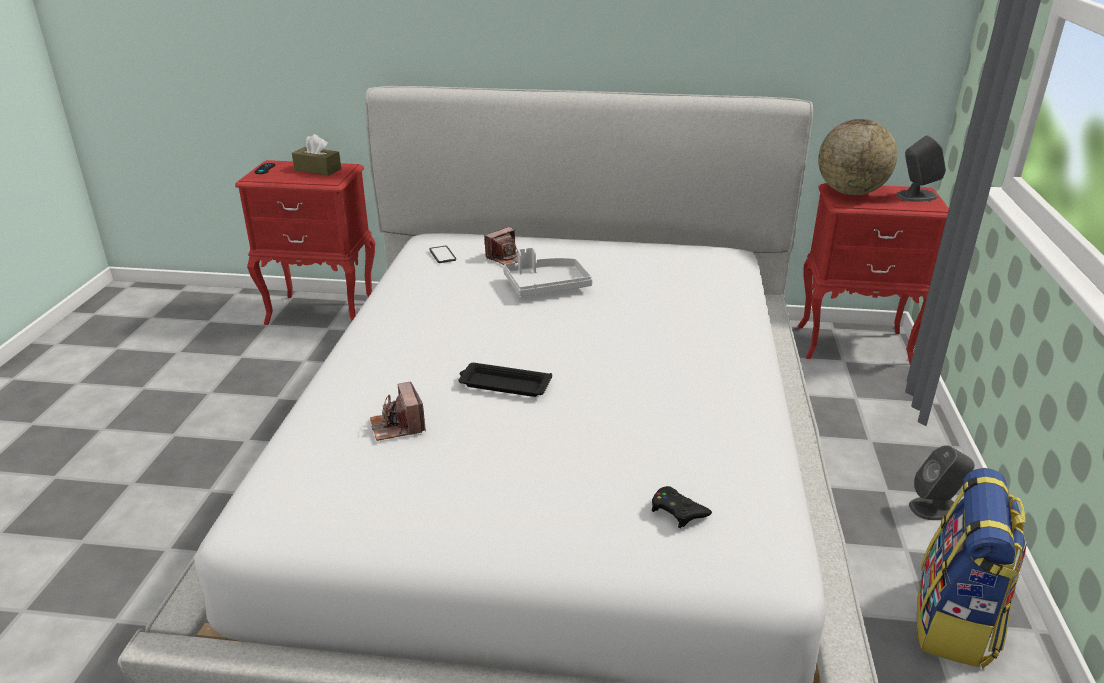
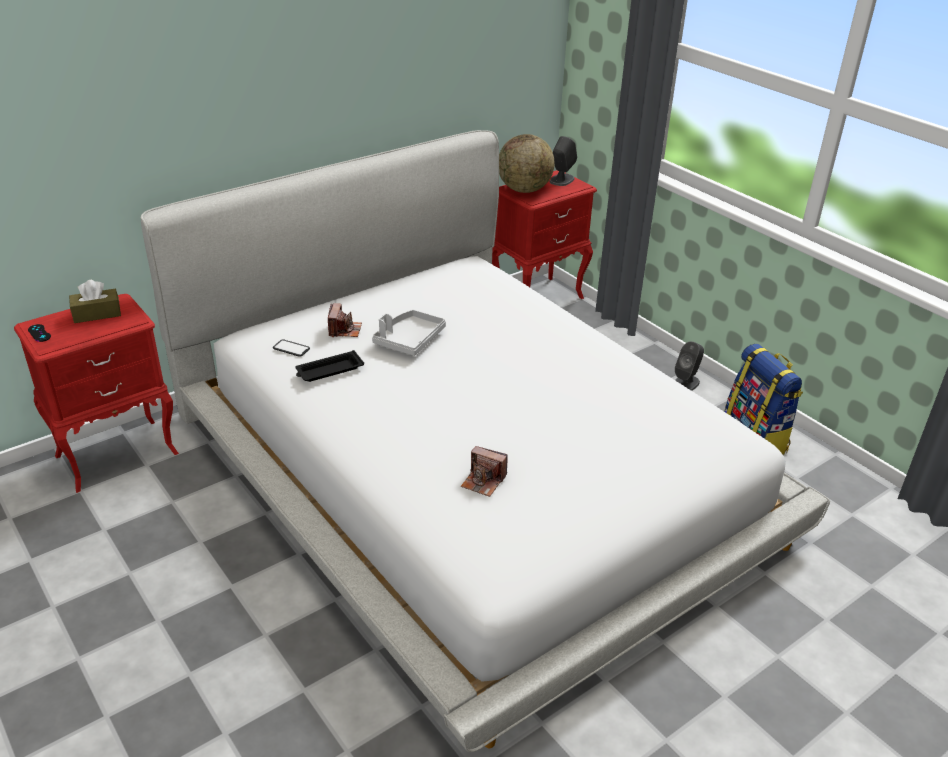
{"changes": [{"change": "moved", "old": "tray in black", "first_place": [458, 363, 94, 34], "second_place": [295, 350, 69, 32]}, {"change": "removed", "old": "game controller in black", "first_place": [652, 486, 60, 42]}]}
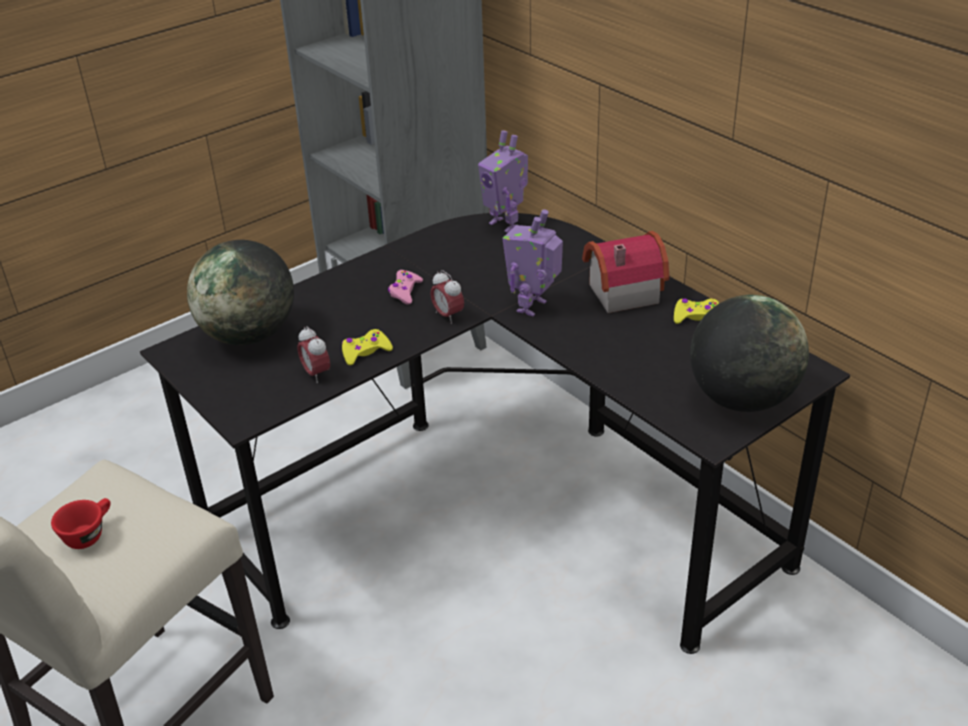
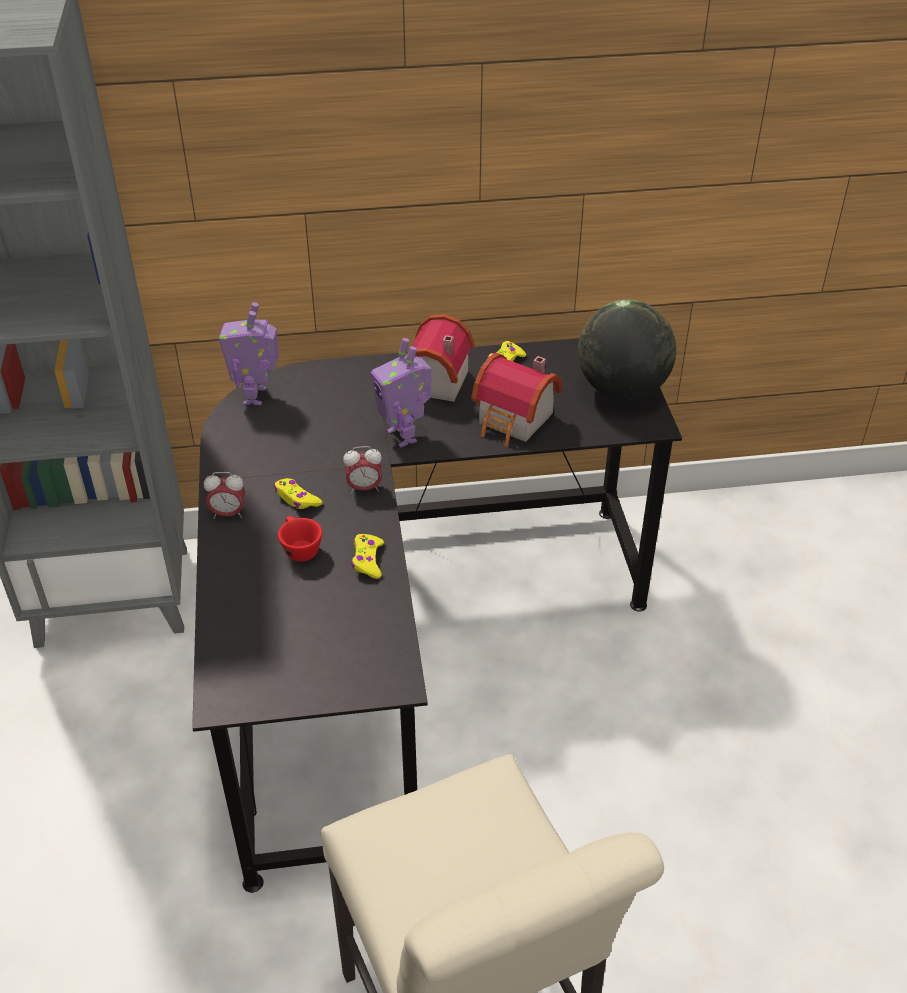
{"changes": [{"change": "turned", "old": "toy robot", "first_place": [478, 130, 50, 103], "second_place": [219, 302, 60, 103], "degrees": 105}, {"change": "removed", "old": "globe", "first_place": [187, 240, 107, 105]}, {"change": "recoloured", "old": "game controller in pink", "new": "game controller in yellow", "first_place": [388, 270, 35, 35], "second_place": [274, 478, 48, 31]}, {"change": "moved", "old": "alarm clock", "first_place": [297, 326, 33, 57], "second_place": [204, 472, 41, 47]}, {"change": "moved", "old": "cup in red", "first_place": [51, 498, 60, 51], "second_place": [278, 516, 44, 46]}, {"change": "added", "new": "toy house", "second_place": [471, 353, 92, 93]}]}
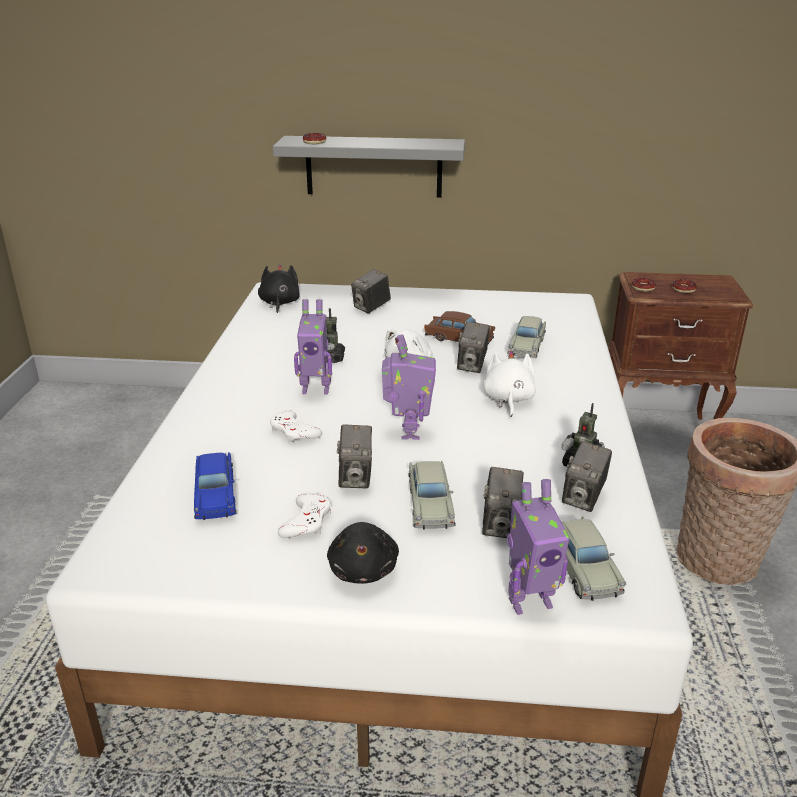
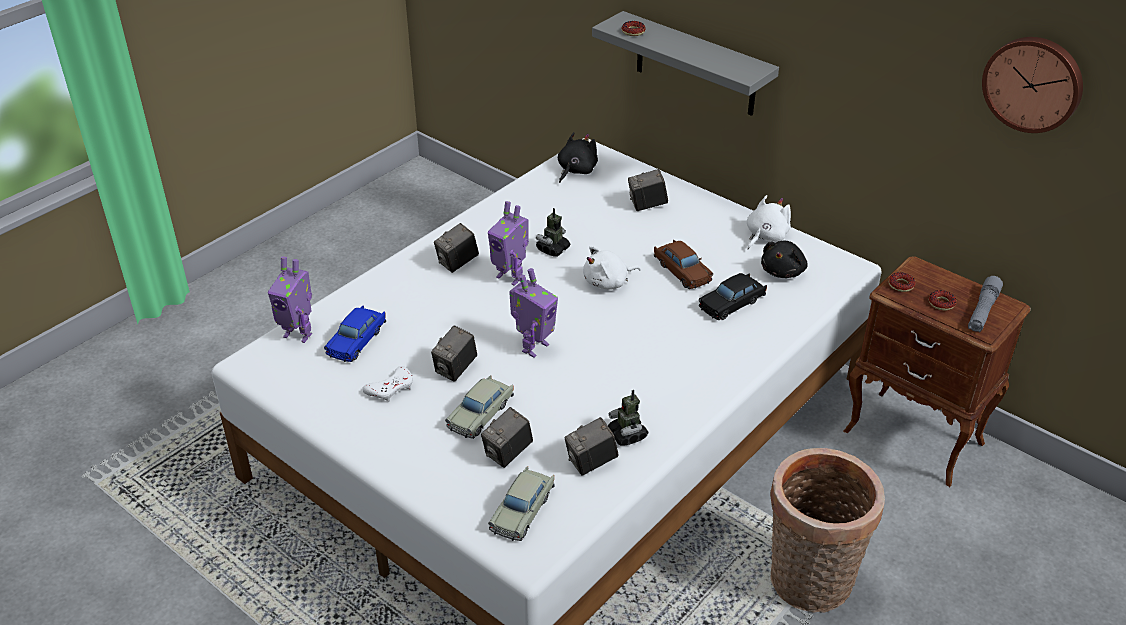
{"changes": [{"change": "recoloured", "old": "toy car in beige", "new": "toy car in black", "first_place": [507, 316, 39, 42], "second_place": [699, 273, 68, 47]}, {"change": "moved", "old": "photo camera", "first_place": [457, 322, 33, 51], "second_place": [434, 223, 45, 50]}, {"change": "moved", "old": "plush toy in white", "first_place": [483, 350, 53, 67], "second_place": [747, 195, 44, 55]}, {"change": "removed", "old": "game controller in white", "first_place": [270, 410, 52, 33]}, {"change": "moved", "old": "toy robot", "first_place": [507, 479, 63, 136], "second_place": [268, 256, 44, 87]}, {"change": "moved", "old": "plush toy in black", "first_place": [327, 522, 72, 62], "second_place": [761, 241, 47, 37]}, {"change": "added", "new": "wall clock", "second_place": [982, 37, 101, 96]}, {"change": "added", "new": "flashlight in grey", "second_place": [968, 276, 35, 56]}]}
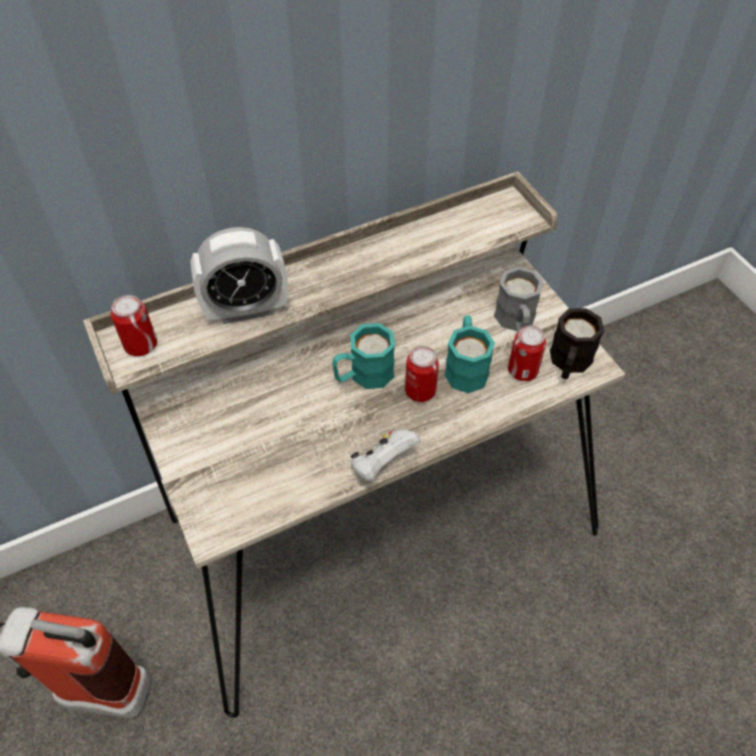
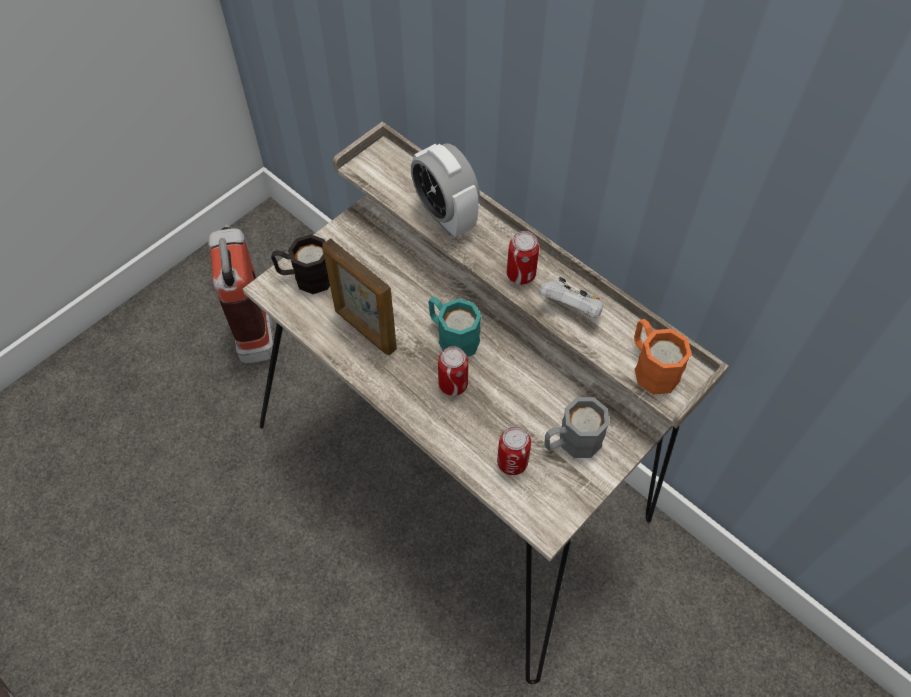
{"changes": [{"change": "moved", "old": "can", "first_place": [111, 295, 46, 61], "second_place": [507, 231, 32, 53]}, {"change": "moved", "old": "mug in black", "first_place": [550, 308, 54, 71], "second_place": [271, 234, 59, 60]}, {"change": "removed", "old": "mug in turquoise", "first_place": [444, 315, 51, 78]}, {"change": "moved", "old": "game controller in white", "first_place": [351, 430, 69, 51], "second_place": [539, 277, 64, 41]}, {"change": "added", "new": "picture frame", "second_place": [323, 238, 74, 117]}, {"change": "added", "new": "mug in orange", "second_place": [634, 319, 58, 76]}]}
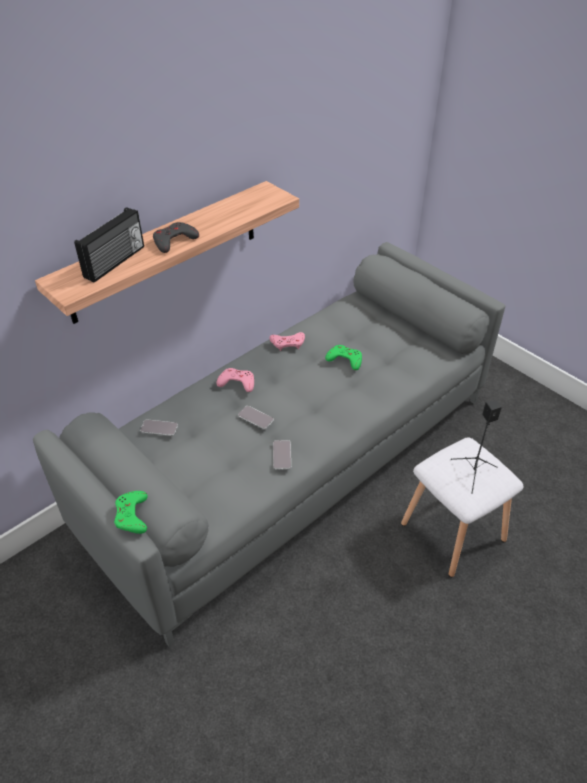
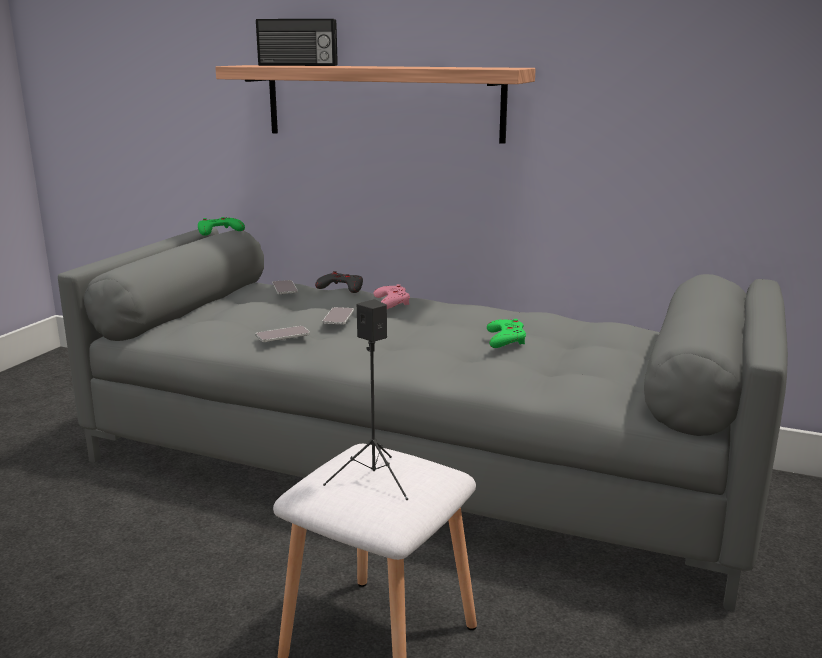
{"changes": [{"change": "moved", "old": "game controller in grey", "first_place": [153, 222, 46, 31], "second_place": [315, 271, 48, 22]}, {"change": "removed", "old": "game controller in pink", "first_place": [269, 332, 36, 19]}, {"change": "moved", "old": "game controller in green", "first_place": [114, 491, 34, 43], "second_place": [198, 217, 47, 19]}]}
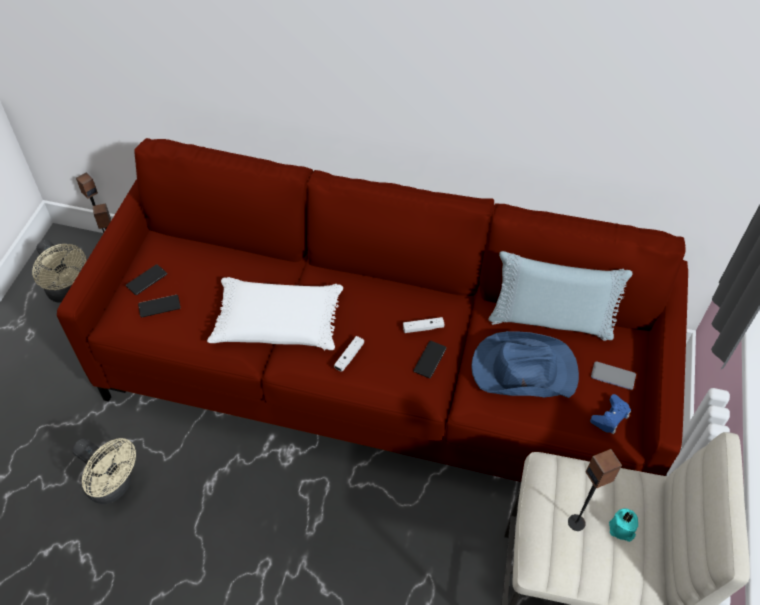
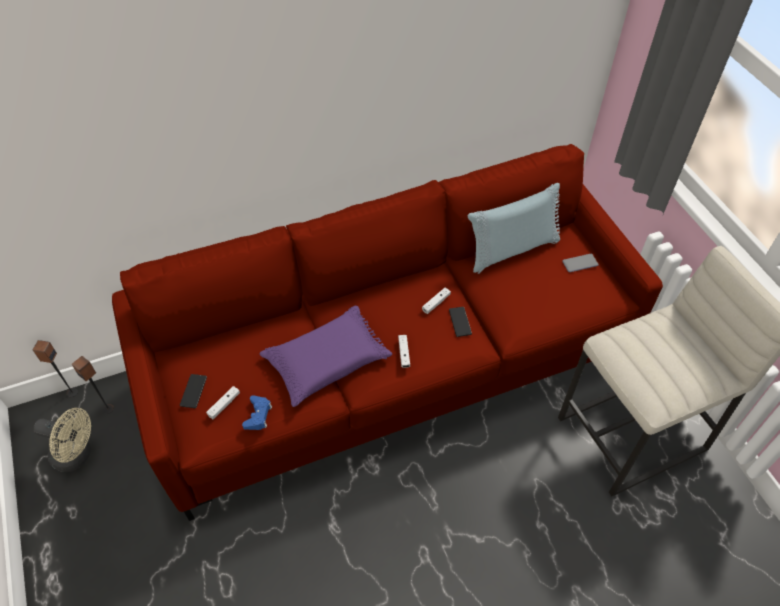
{"changes": [{"change": "recoloured", "old": "pillow in white", "new": "pillow in purple", "first_place": [207, 277, 136, 73], "second_place": [260, 306, 132, 101]}, {"change": "replaced", "old": "phone", "new": "game controller in white", "first_place": [138, 295, 43, 22], "second_place": [206, 386, 34, 33]}, {"change": "removed", "old": "hat in blue", "first_place": [471, 331, 108, 67]}, {"change": "moved", "old": "game controller in blue", "first_place": [590, 394, 41, 40], "second_place": [242, 395, 30, 35]}, {"change": "removed", "old": "fan in beige", "first_place": [72, 438, 64, 66]}, {"change": "removed", "old": "speaker", "first_place": [568, 449, 54, 82]}, {"change": "removed", "old": "candle in turquoise", "first_place": [609, 508, 29, 34]}]}
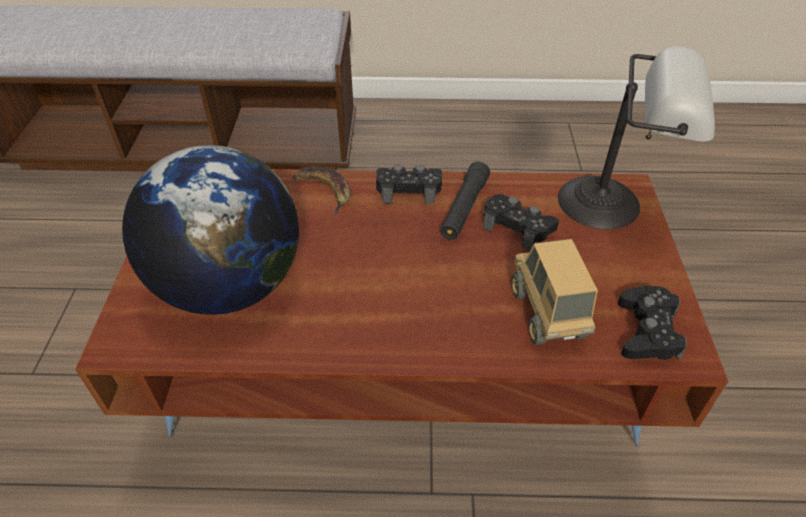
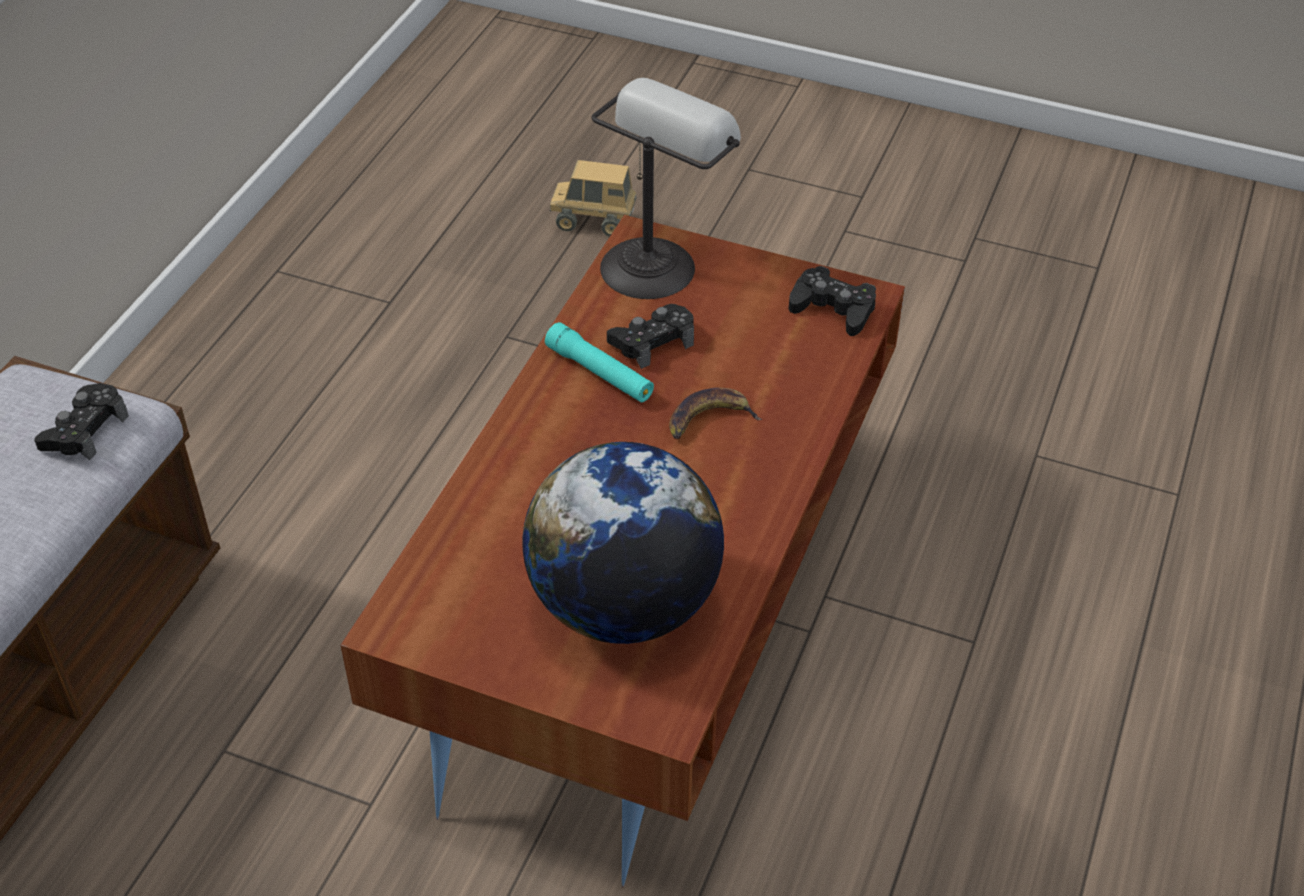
{"changes": [{"change": "recoloured", "old": "flashlight in black", "new": "flashlight in turquoise", "first_place": [440, 161, 50, 79], "second_place": [545, 322, 109, 80]}, {"change": "moved", "old": "game controller in black", "first_place": [376, 164, 66, 40], "second_place": [34, 383, 95, 77]}, {"change": "moved", "old": "banana", "first_place": [292, 167, 59, 49], "second_place": [669, 387, 93, 52]}, {"change": "moved", "old": "toy truck", "first_place": [511, 239, 87, 106], "second_place": [550, 160, 86, 77]}]}
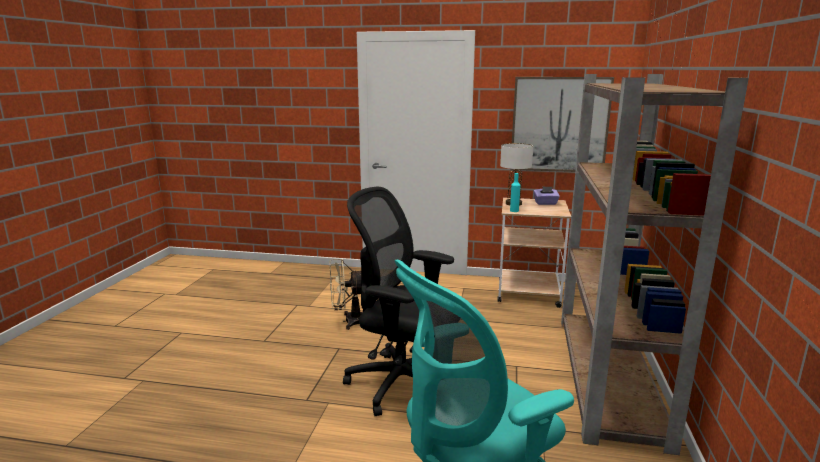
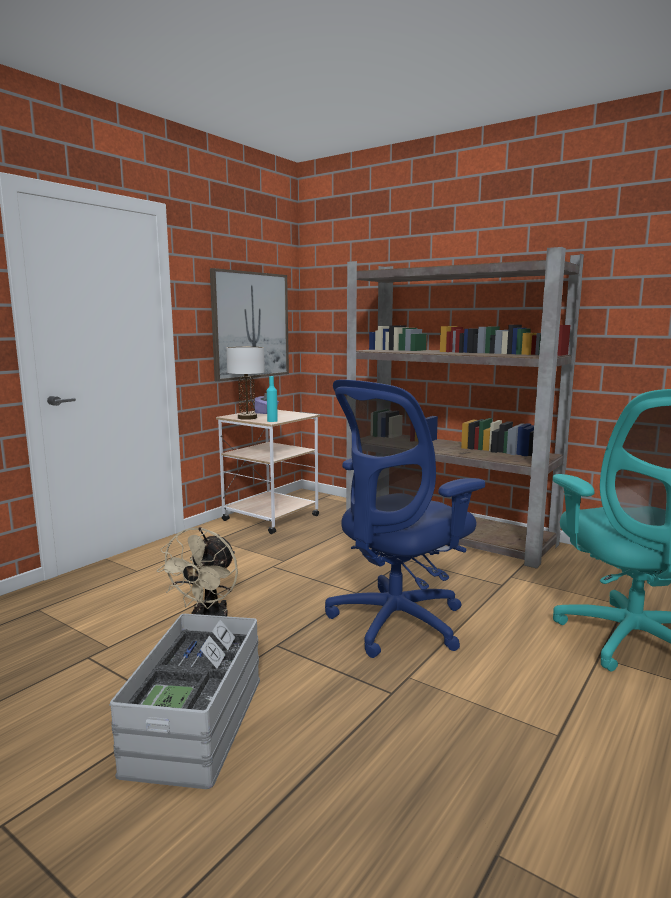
{"changes": [{"change": "recoloured", "old": "office chair in black", "new": "office chair in blue", "first_place": [343, 187, 111, 229], "second_place": [325, 380, 160, 278]}, {"change": "added", "new": "storage box in grey", "second_place": [109, 614, 151, 175]}]}
